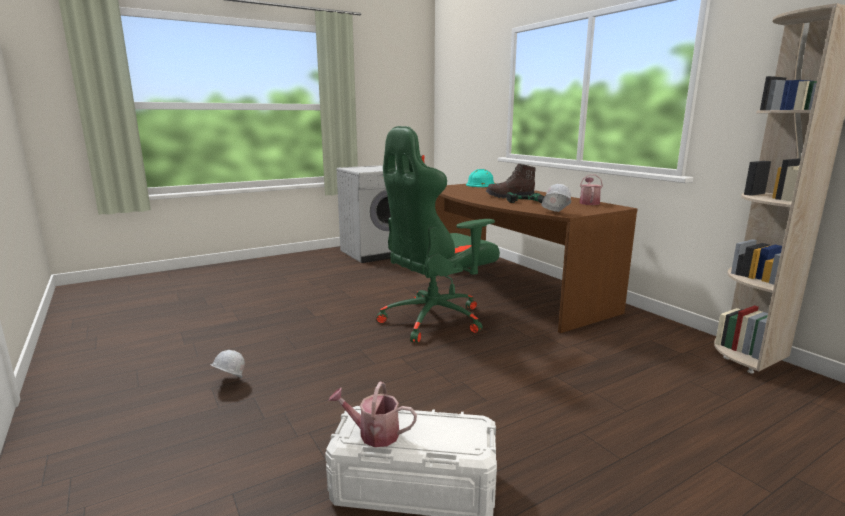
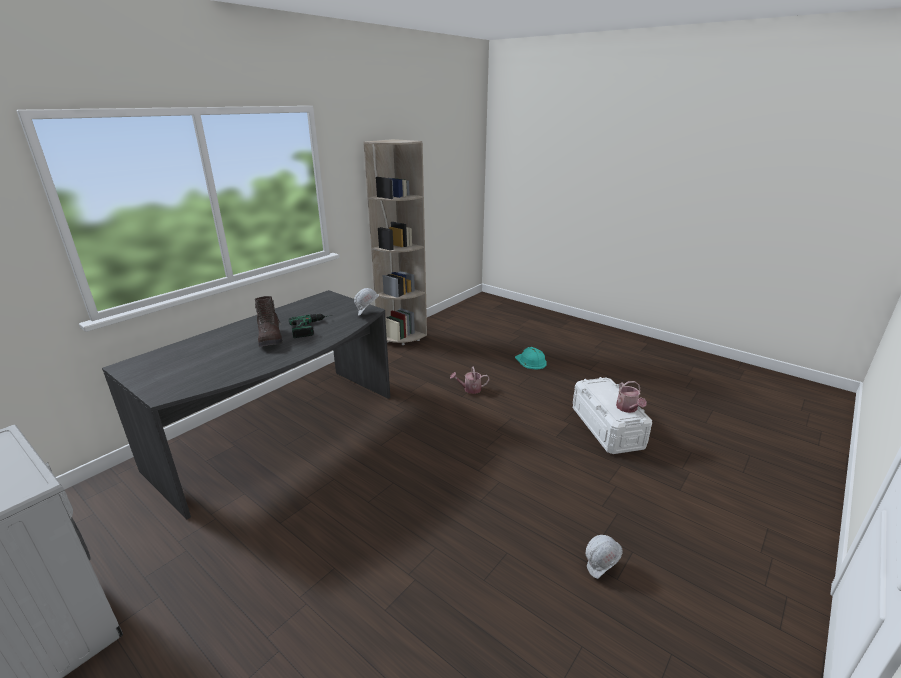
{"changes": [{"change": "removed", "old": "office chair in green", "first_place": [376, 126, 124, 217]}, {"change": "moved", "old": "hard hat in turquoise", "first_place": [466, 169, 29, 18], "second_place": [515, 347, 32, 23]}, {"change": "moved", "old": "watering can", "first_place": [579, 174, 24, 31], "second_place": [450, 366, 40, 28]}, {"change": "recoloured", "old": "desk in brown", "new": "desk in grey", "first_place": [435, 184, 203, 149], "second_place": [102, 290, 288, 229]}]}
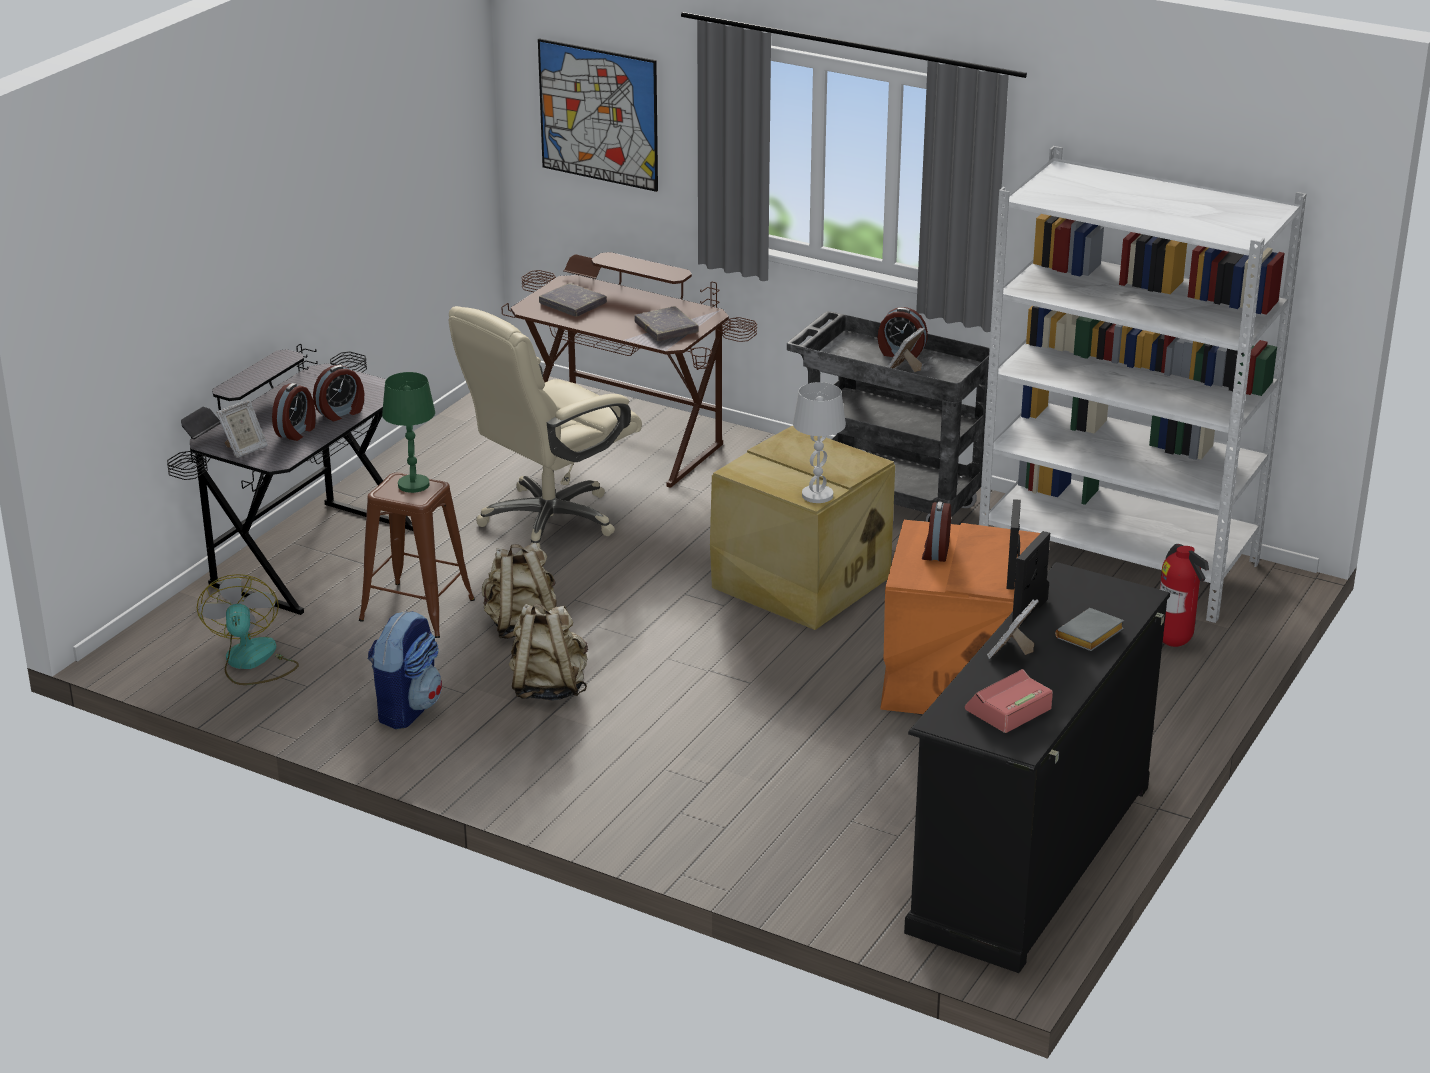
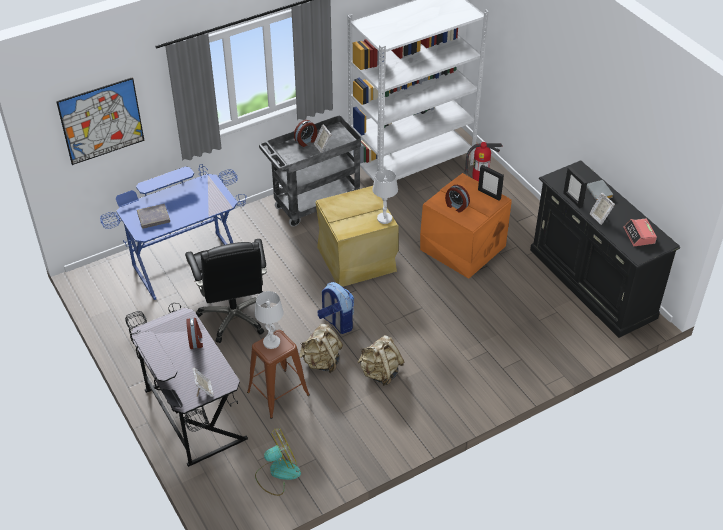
{"changes": [{"change": "recoloured", "old": "desk in brown", "new": "desk in blue", "first_place": [502, 252, 255, 236], "second_place": [100, 164, 147, 136]}, {"change": "recoloured", "old": "office chair in beige", "new": "office chair in black", "first_place": [449, 306, 193, 242], "second_place": [185, 239, 82, 104]}, {"change": "removed", "old": "book in grey", "first_place": [634, 306, 65, 35]}, {"change": "recoloured", "old": "table lamp in green", "new": "table lamp in white", "first_place": [382, 372, 53, 121], "second_place": [255, 291, 29, 58]}, {"change": "removed", "old": "alarm clock", "first_place": [272, 383, 44, 58]}, {"change": "turned", "old": "fan", "first_place": [197, 574, 102, 111], "second_place": [255, 428, 46, 68], "degrees": 135}, {"change": "moved", "old": "backpack", "first_place": [367, 611, 75, 118], "second_place": [317, 282, 37, 52]}]}
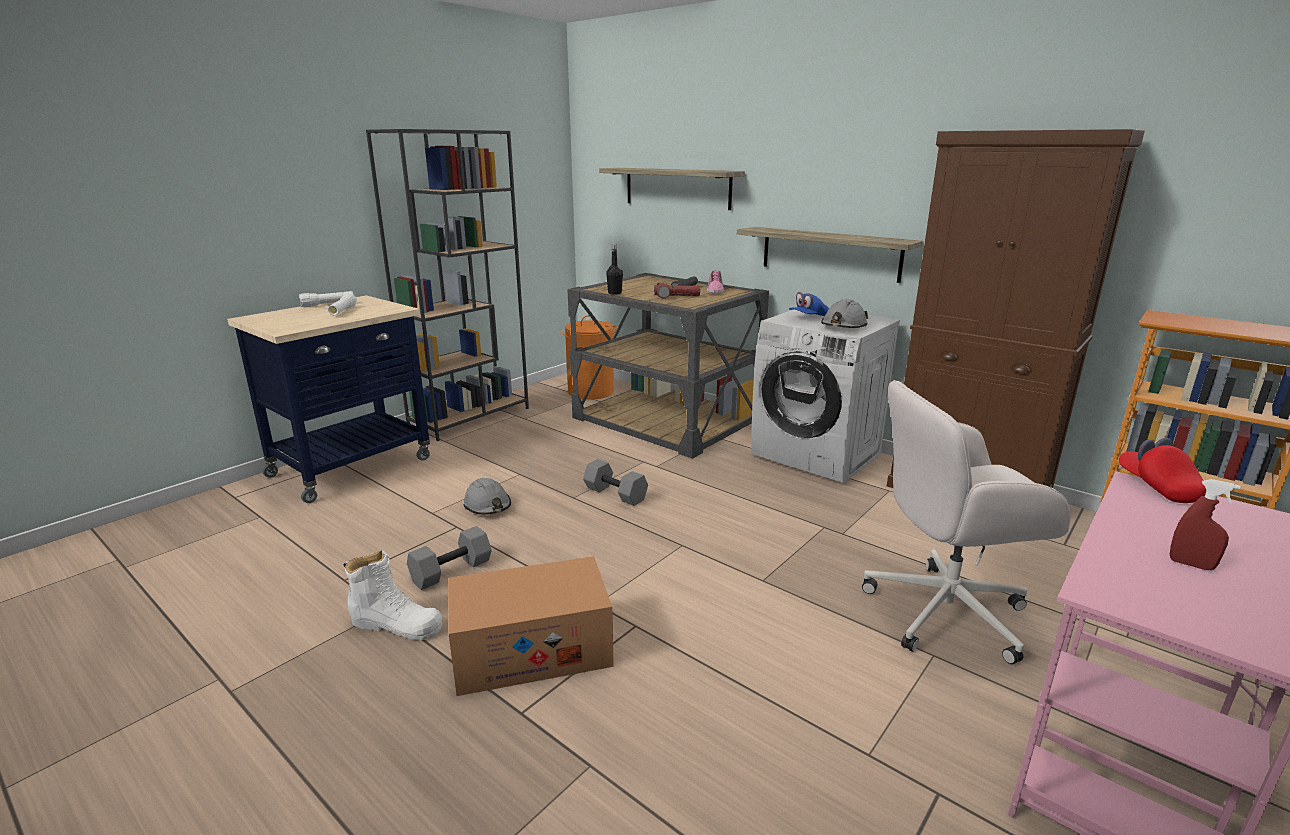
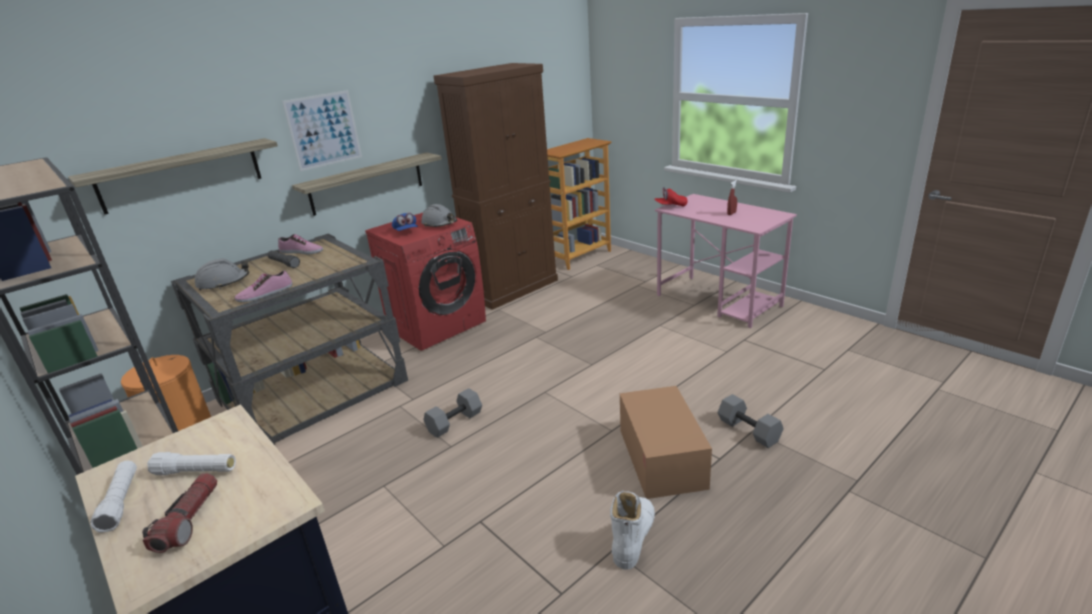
{"changes": [{"change": "replaced", "old": "bottle in black", "new": "shoe", "first_place": [606, 244, 17, 51], "second_place": [235, 270, 57, 32]}, {"change": "moved", "old": "flashlight", "first_place": [654, 283, 46, 15], "second_place": [142, 473, 75, 80]}, {"change": "recoloured", "old": "washing machine in white", "new": "washing machine in red", "first_place": [751, 310, 149, 173], "second_place": [365, 213, 121, 138]}, {"change": "removed", "old": "office chair in white", "first_place": [862, 380, 208, 284]}, {"change": "moved", "old": "hard hat in grey", "first_place": [463, 478, 48, 37], "second_place": [195, 258, 54, 33]}, {"change": "moved", "old": "dumbbell in grey", "first_place": [407, 526, 85, 64], "second_place": [718, 394, 66, 54]}, {"change": "added", "new": "picture", "second_place": [282, 90, 80, 81]}]}
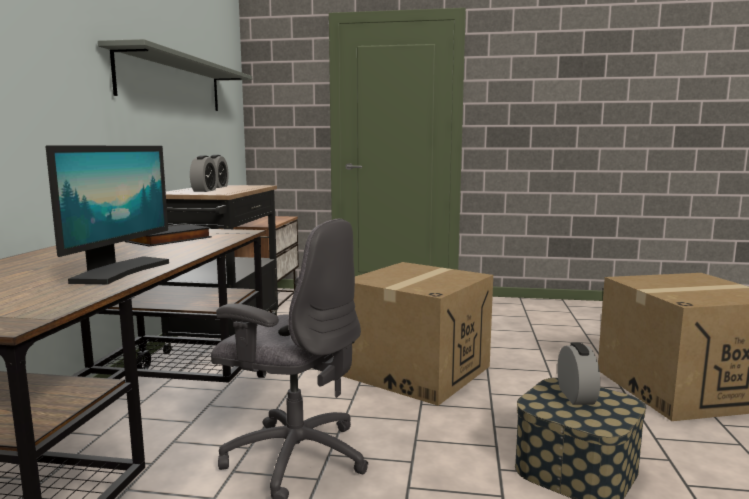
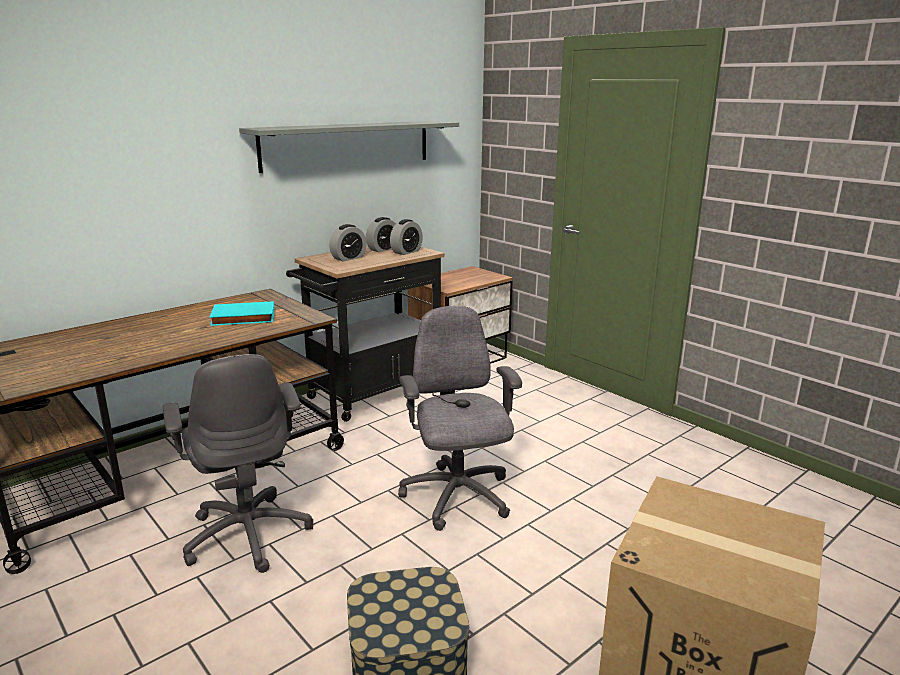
{"changes": [{"change": "removed", "old": "monitor", "first_place": [46, 145, 123, 139]}, {"change": "recoloured", "old": "book in black", "new": "book in turquoise", "first_place": [125, 223, 87, 24], "second_place": [209, 301, 66, 25]}, {"change": "replaced", "old": "cardboard box", "new": "office chair in grey", "first_place": [343, 262, 150, 144], "second_place": [398, 306, 124, 225]}, {"change": "moved", "old": "alarm clock", "first_place": [557, 343, 43, 62], "second_place": [390, 219, 33, 36]}]}
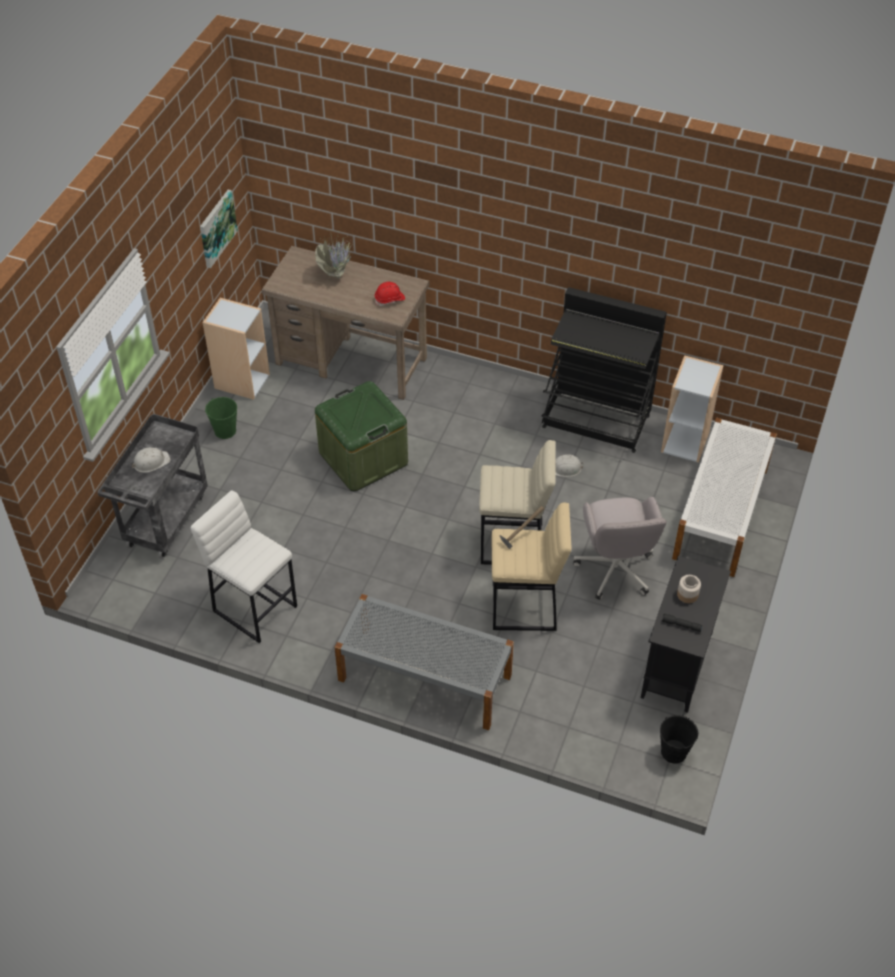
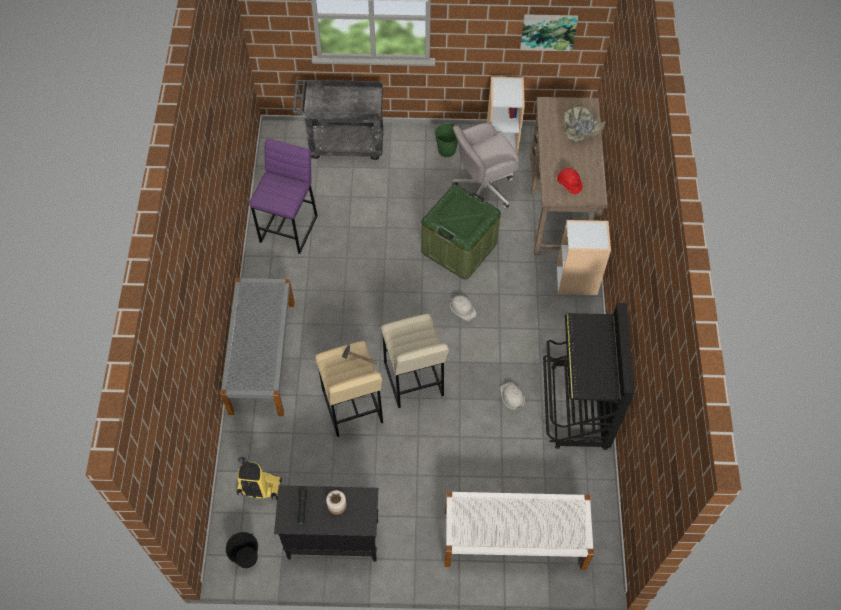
{"changes": [{"change": "moved", "old": "bookcase", "first_place": [661, 355, 63, 108], "second_place": [556, 220, 55, 75]}, {"change": "moved", "old": "hard hat in white", "first_place": [131, 447, 40, 26], "second_place": [450, 295, 27, 26]}, {"change": "recoloured", "old": "stool in white", "new": "stool in purple", "first_place": [191, 490, 106, 153], "second_place": [249, 138, 69, 116]}, {"change": "moved", "old": "office chair in grey", "first_place": [573, 496, 93, 104], "second_place": [452, 123, 68, 86]}, {"change": "added", "new": "vacuum cleaner", "second_place": [237, 457, 45, 42]}]}
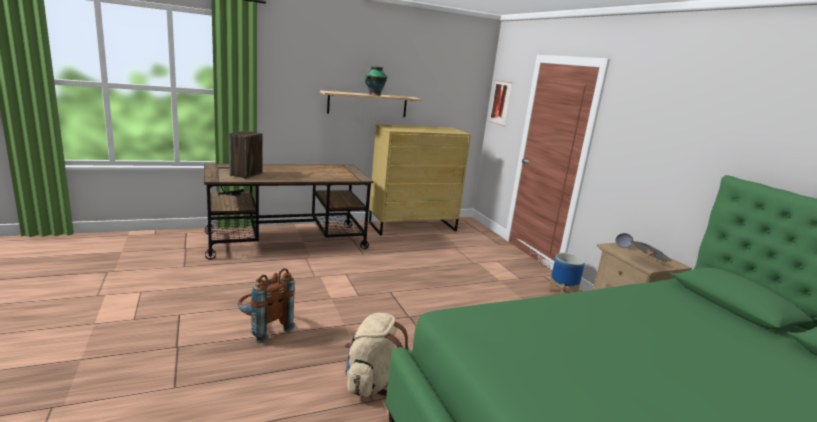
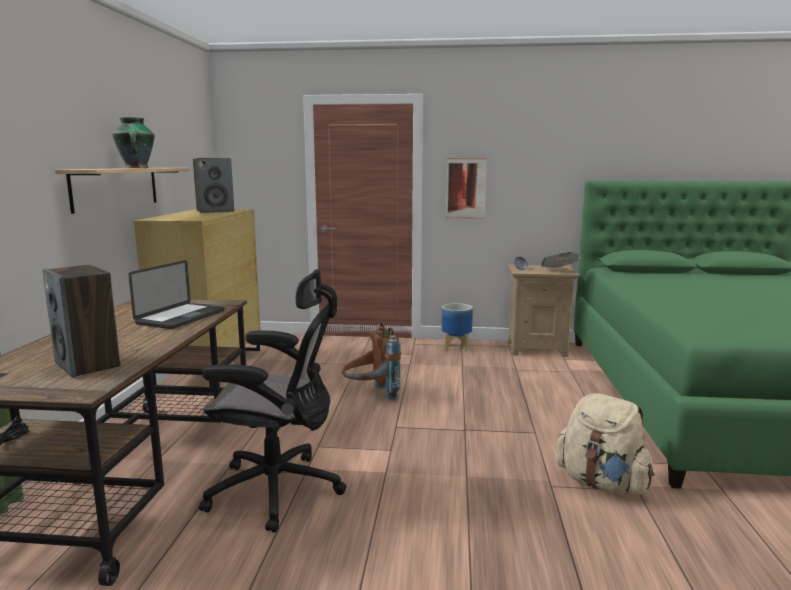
{"changes": [{"change": "moved", "old": "picture", "first_place": [489, 80, 23, 46], "second_place": [446, 158, 41, 61]}, {"change": "moved", "old": "backpack in brown", "first_place": [238, 268, 57, 76], "second_place": [342, 321, 59, 79]}, {"change": "added", "new": "speaker", "second_place": [193, 158, 41, 55]}, {"change": "added", "new": "laptop", "second_place": [129, 260, 96, 69]}, {"change": "added", "new": "office chair", "second_place": [199, 269, 147, 264]}]}
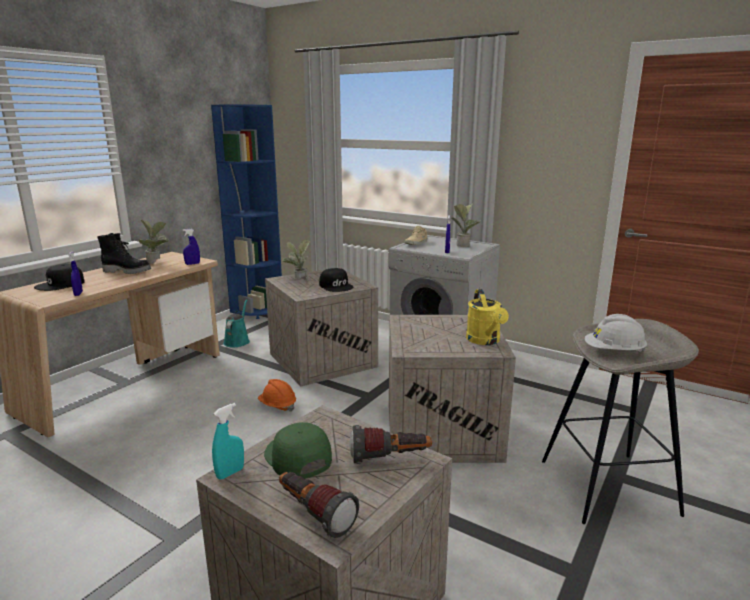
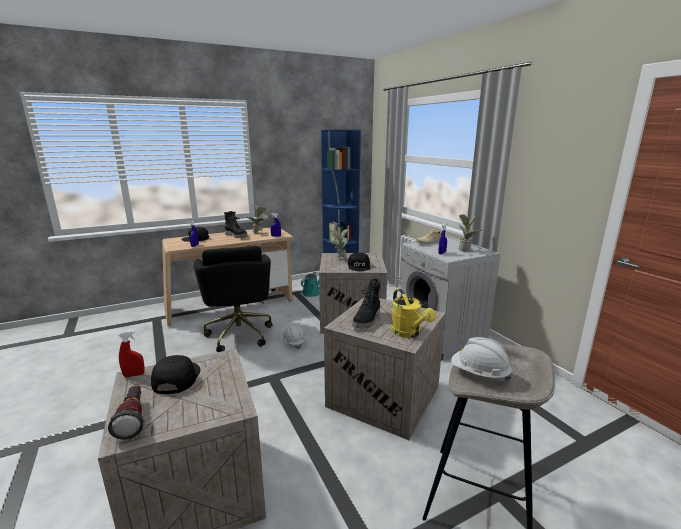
{"changes": [{"change": "turned", "old": "watering can in yellow", "first_place": [466, 289, 43, 56], "second_place": [391, 289, 45, 49], "degrees": -45}, {"change": "recoloured", "old": "hard hat in orange", "new": "hard hat in white", "first_place": [258, 379, 38, 33], "second_place": [282, 323, 24, 26]}, {"change": "recoloured", "old": "spray bottle in turquoise", "new": "spray bottle in red", "first_place": [212, 403, 32, 76], "second_place": [118, 331, 27, 46]}, {"change": "recoloured", "old": "cap in green", "new": "cap in black", "first_place": [264, 422, 68, 57], "second_place": [151, 355, 49, 39]}, {"change": "removed", "old": "flashlight", "first_place": [349, 425, 83, 39]}, {"change": "added", "new": "office chair in black", "second_place": [194, 246, 78, 106]}, {"change": "added", "new": "boot in black", "second_place": [352, 279, 28, 49]}]}
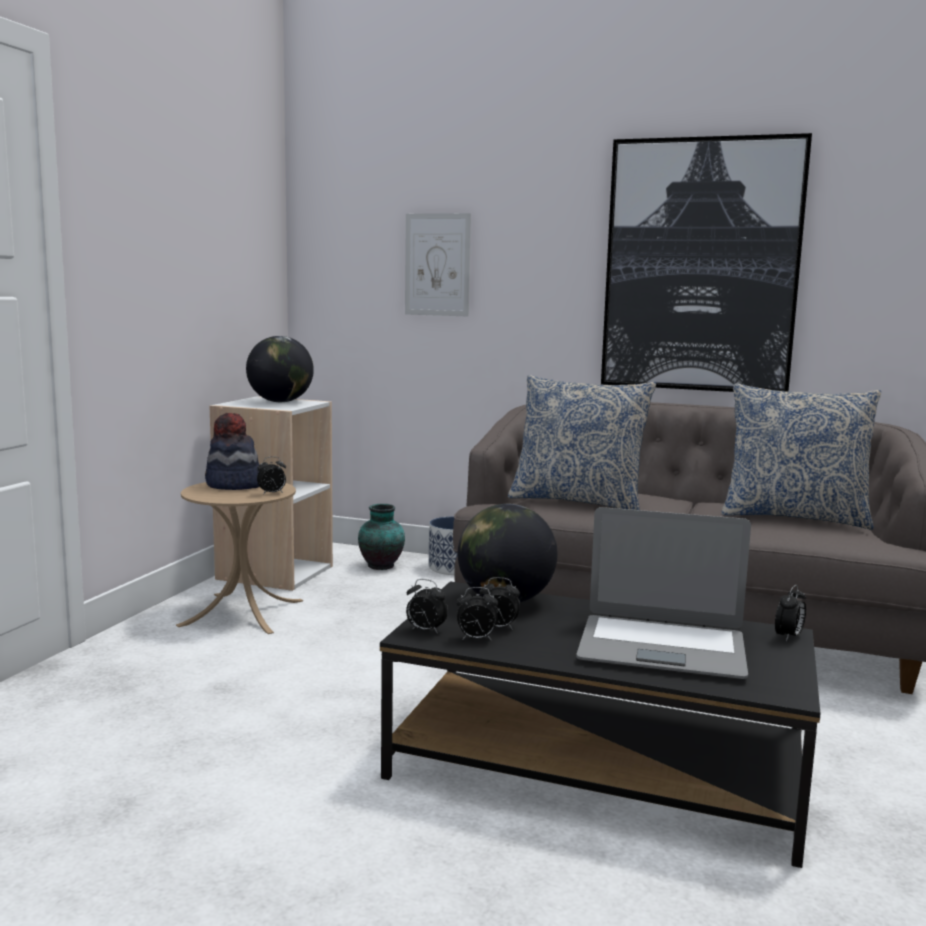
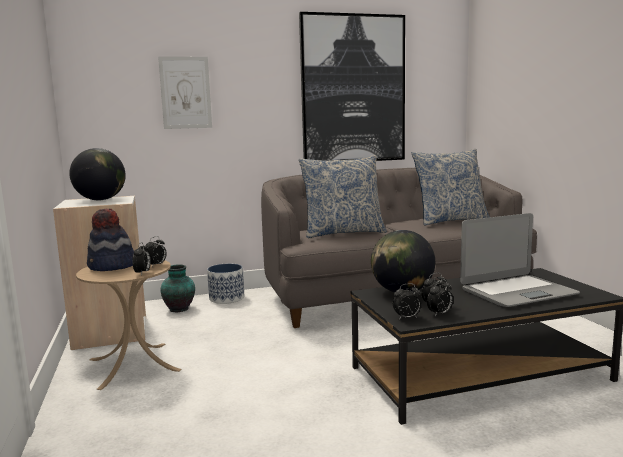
{"changes": [{"change": "moved", "old": "alarm clock", "first_place": [775, 585, 31, 57], "second_place": [132, 242, 19, 33]}]}
